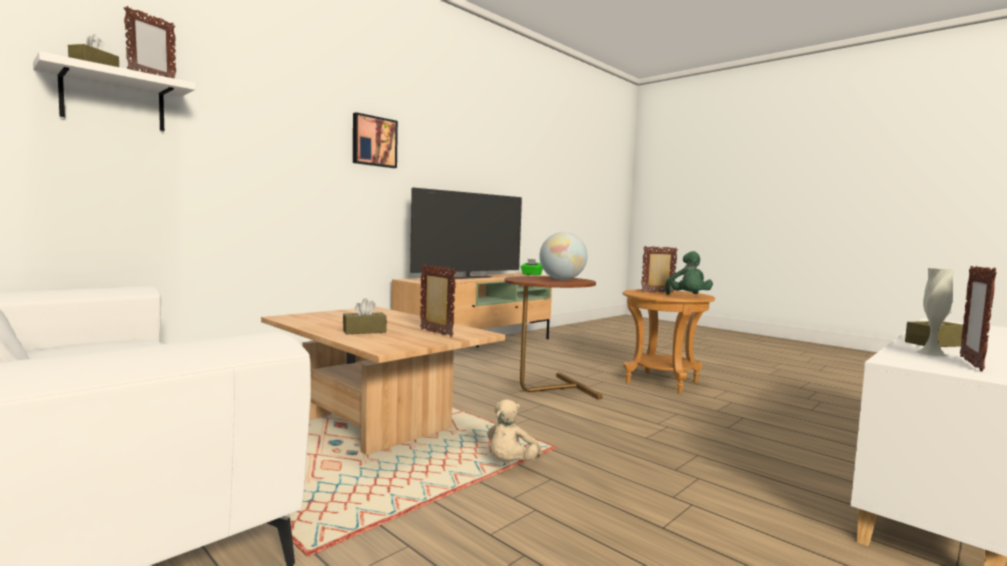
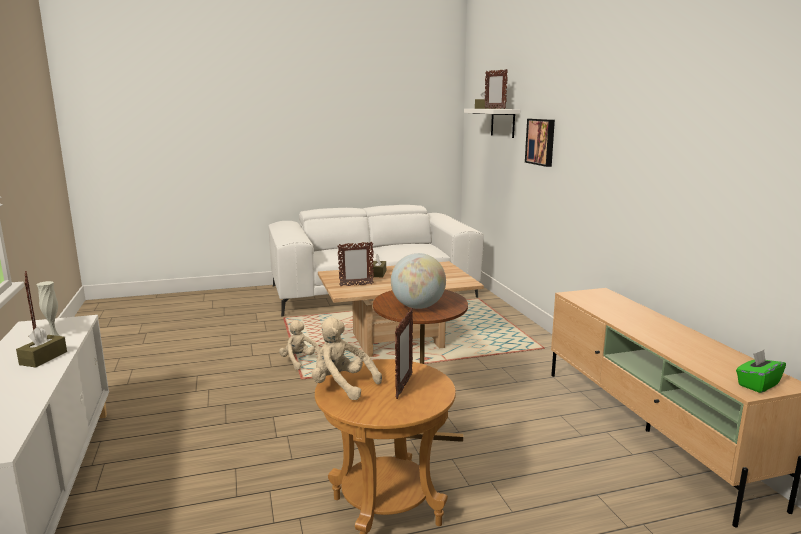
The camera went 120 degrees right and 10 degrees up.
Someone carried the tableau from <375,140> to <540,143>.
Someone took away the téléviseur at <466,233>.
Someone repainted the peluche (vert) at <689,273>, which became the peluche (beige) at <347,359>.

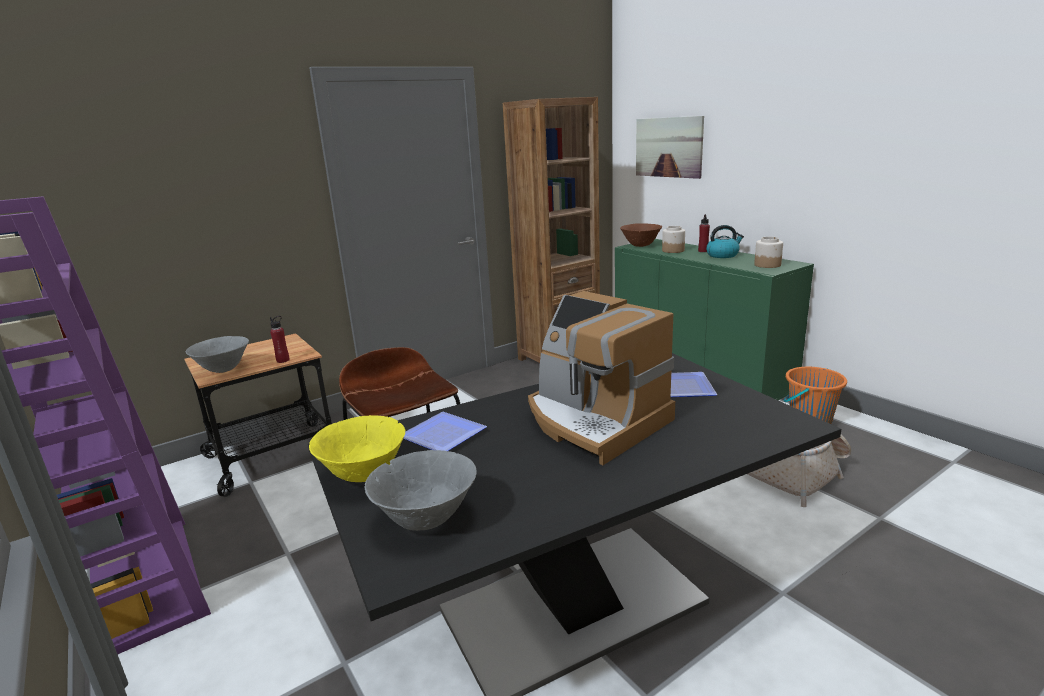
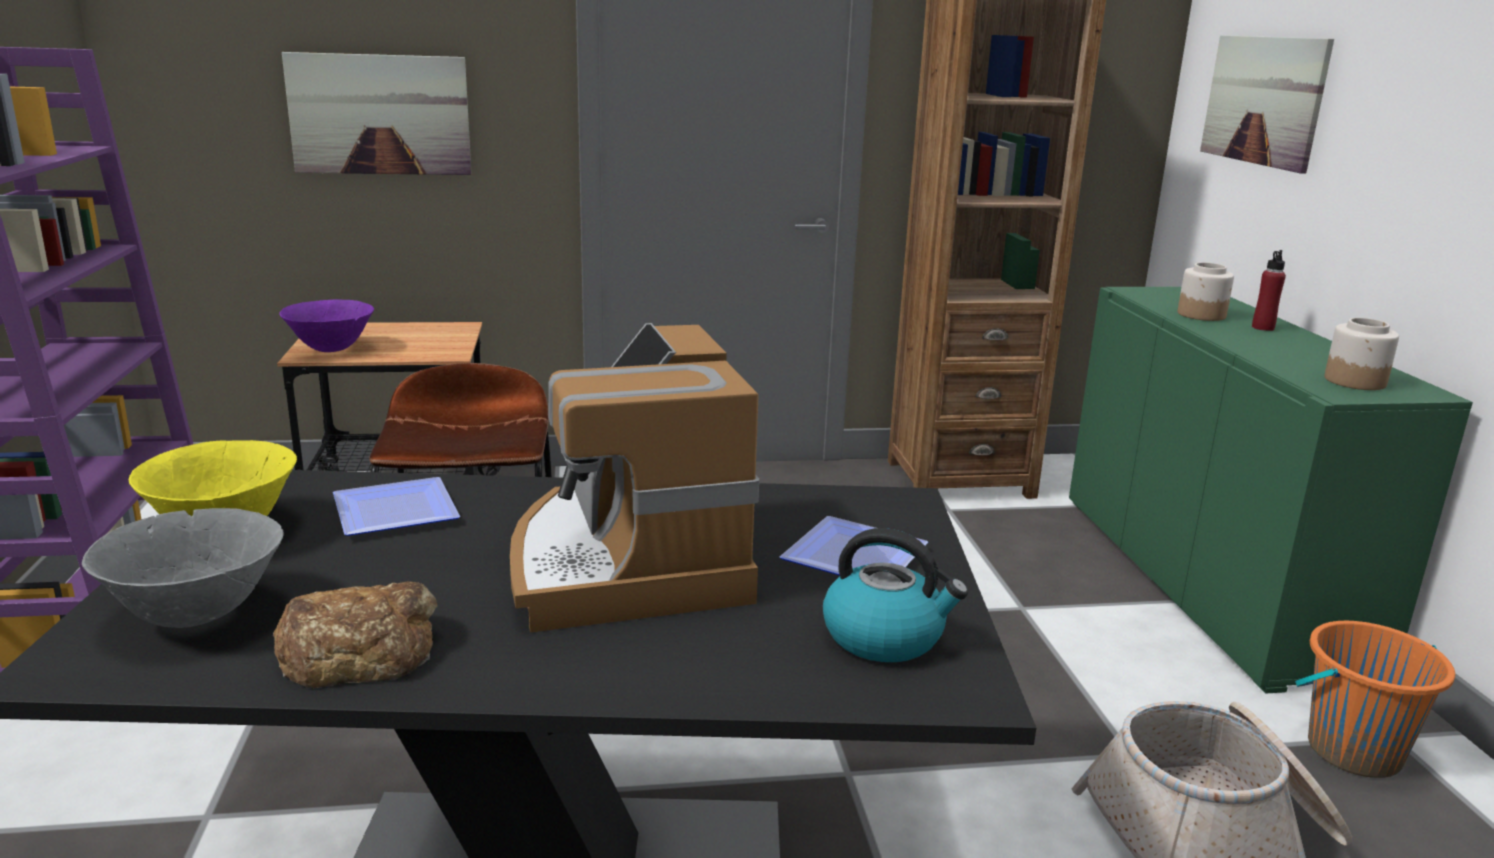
The camera went 25 degrees right and 0 degrees up.
Someone repainted the bol (gris) at <217,354>, which became the bol (violet) at <326,325>.
Someone took away the bouteille (rouge) at <280,339>.
Someone took away the bol (marron) at <641,235>.
Someone carried the bouilloire from <725,241> to <895,595>.
Someone put down the pain at <355,635>.
Someone put up the tableau at <376,113>.

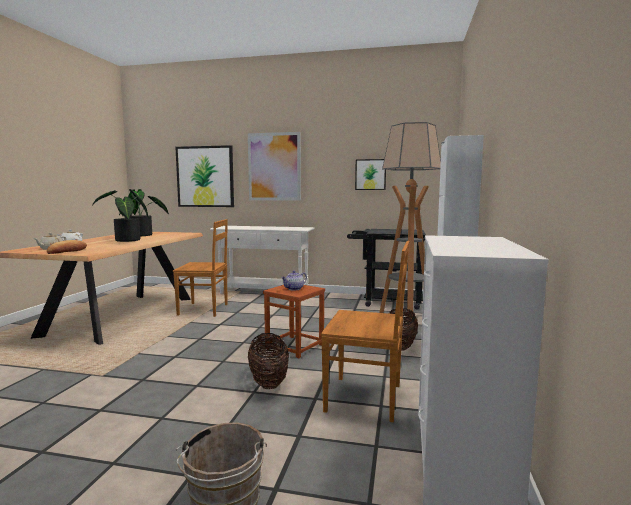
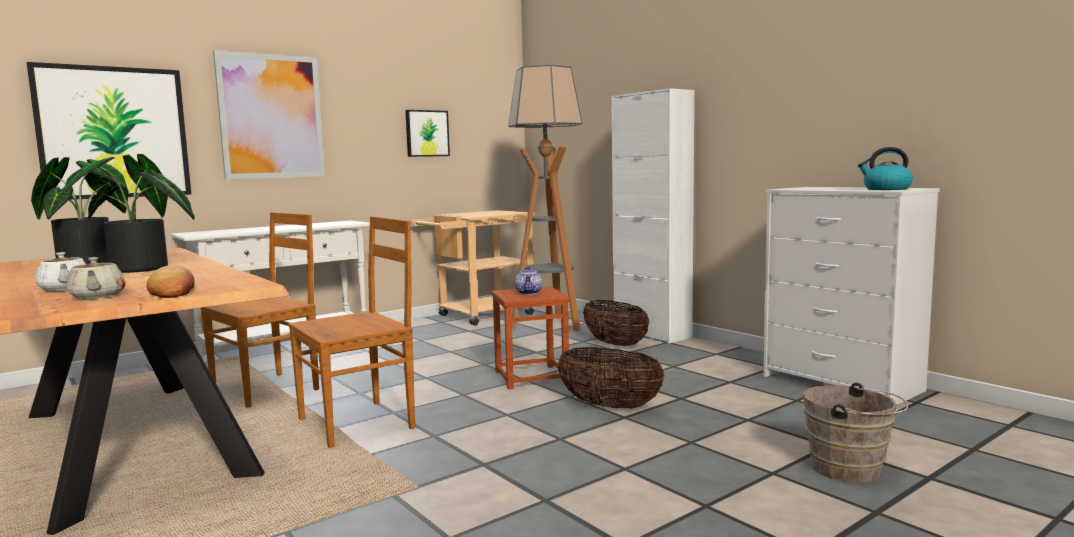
The camera went 50 degrees left and 0 degrees up.
Someone carried the chaise (marron) from <365,331> to <351,332>.
Someone repainted the chariot (noir) at <386,269>, which became the chariot (beige) at <474,267>.
Someone put down the bouilloire at <885,168>.

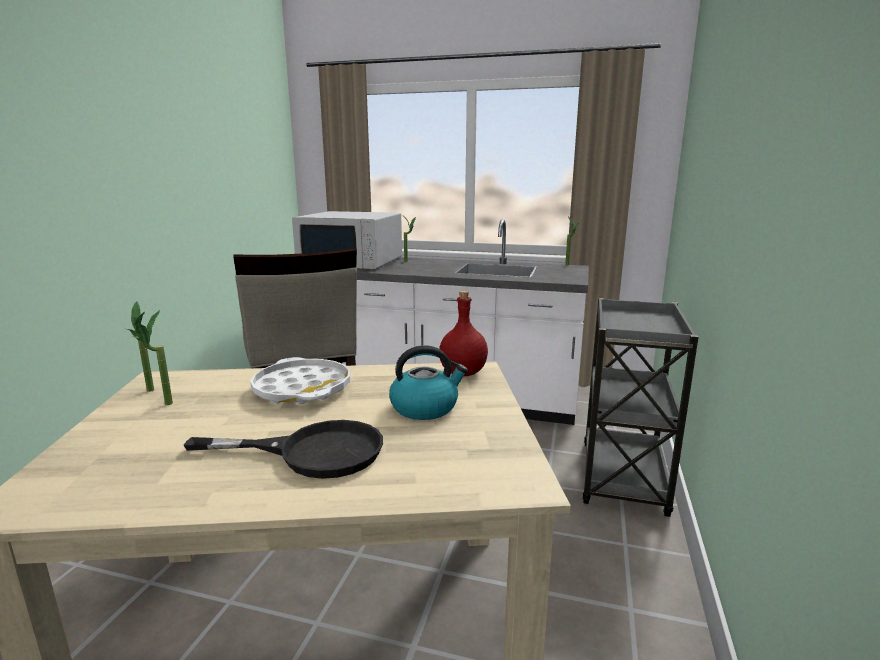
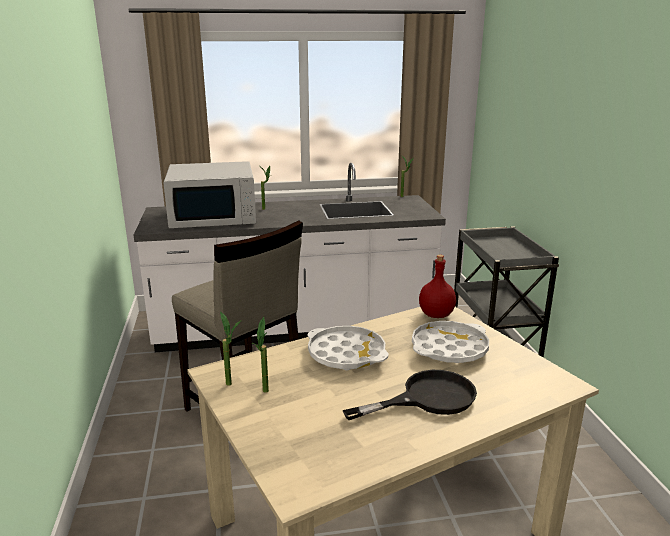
The camera went 25 degrees left and 5 degrees up.
Someone swapped the bouilloire at <428,382> for the plateau (blanc) at <450,342>.

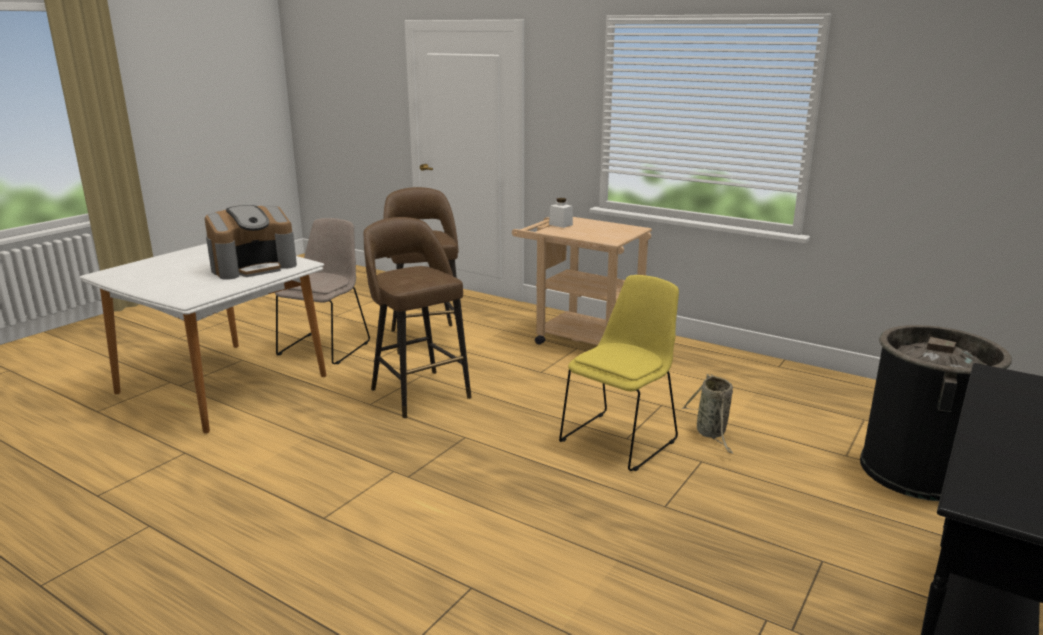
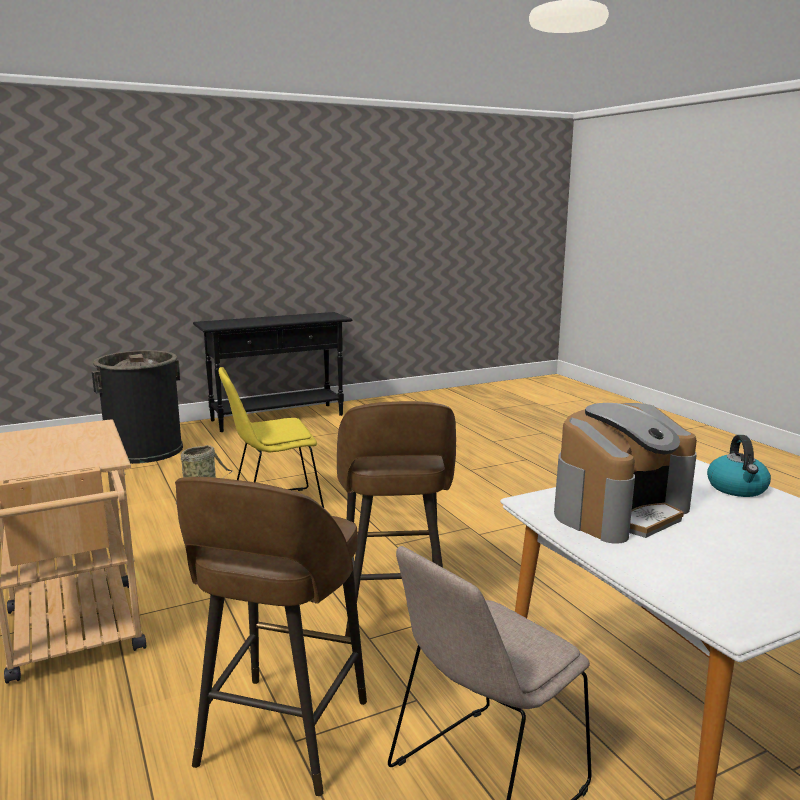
The camera went 150 degrees left and 5 degrees down.
Someone rotated the machine à café at <251,242> by 150 degrees clockwise.
Someone took away the bocal (blanc) at <561,213>.
Someone put down the bouilloire at <739,466>.

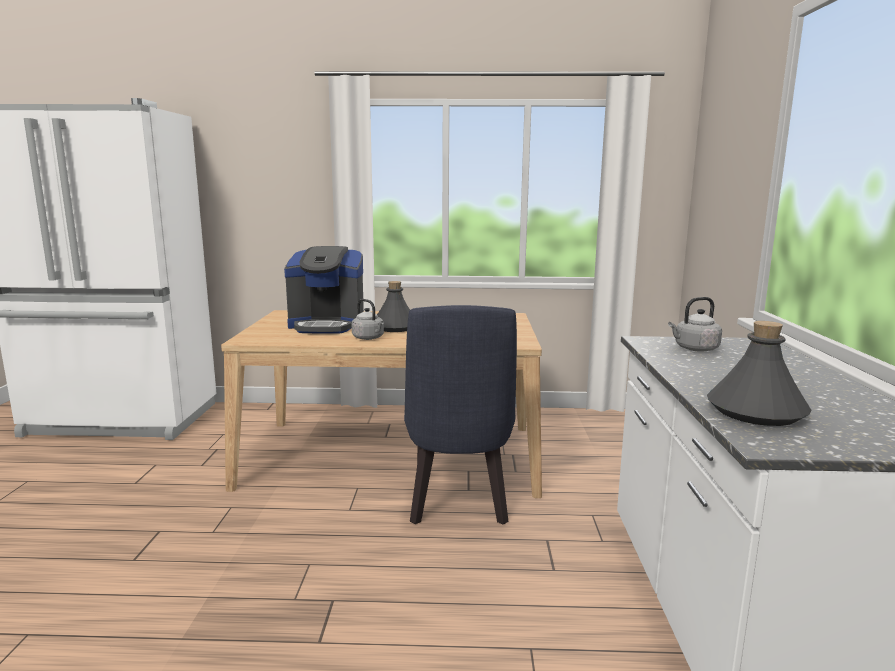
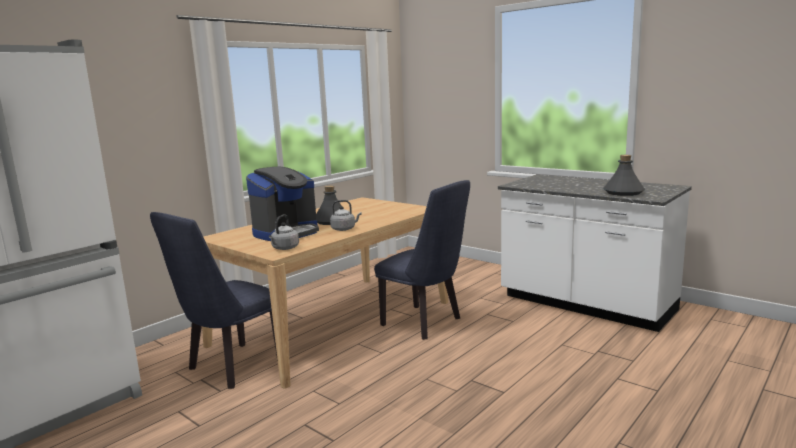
The camera went 50 degrees left and 0 degrees up.
Someone carried the bouilloire (gris) from <695,324> to <284,232>.
Someone put down the chaise (bleu) at <214,300>.

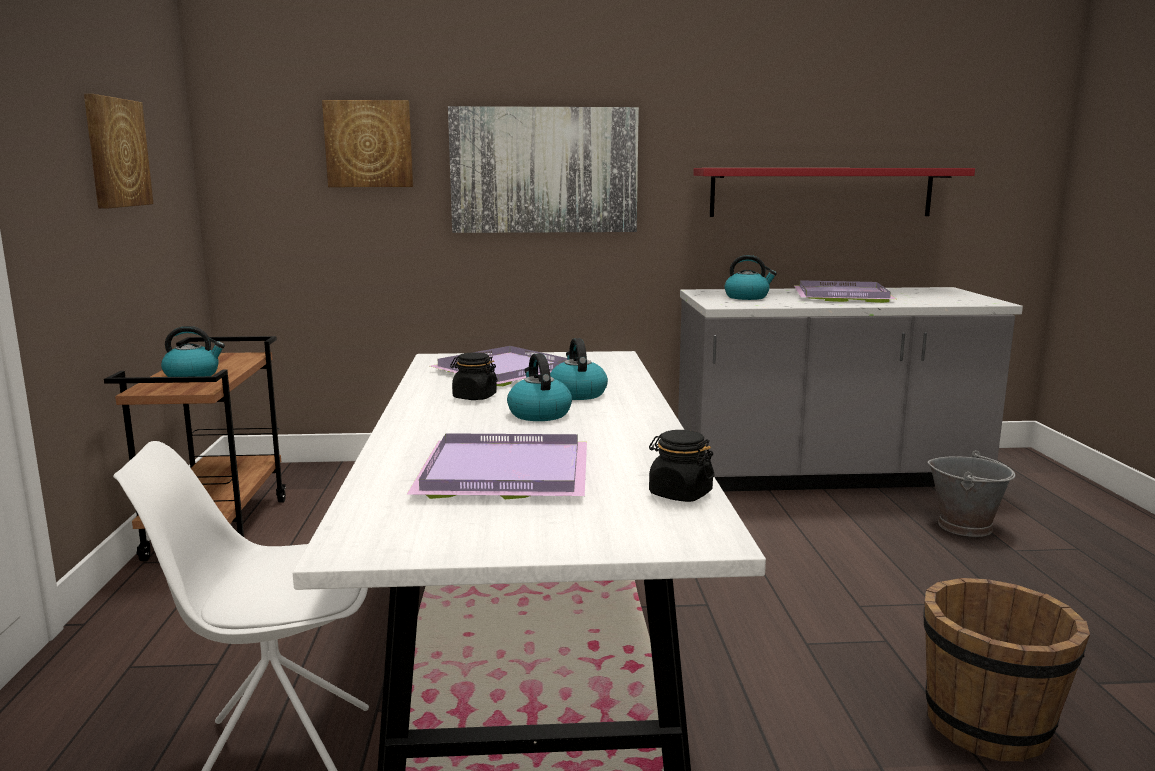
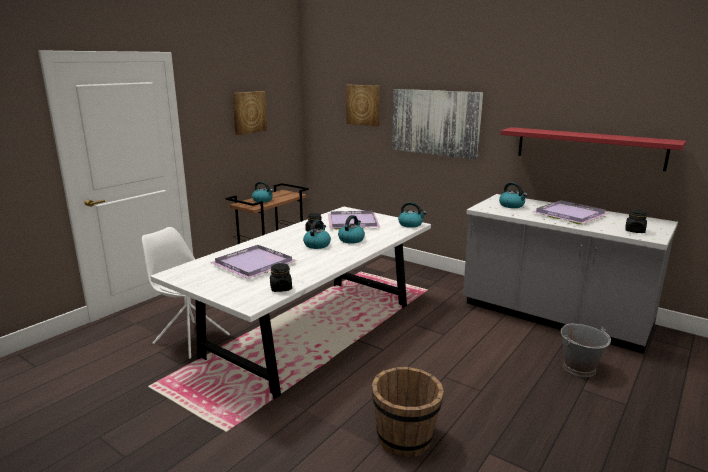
The camera went 40 degrees right and 5 degrees up.
Someone put down the bouilloire at <412,215>.
Someone put down the bocal (noir) at <636,221>.

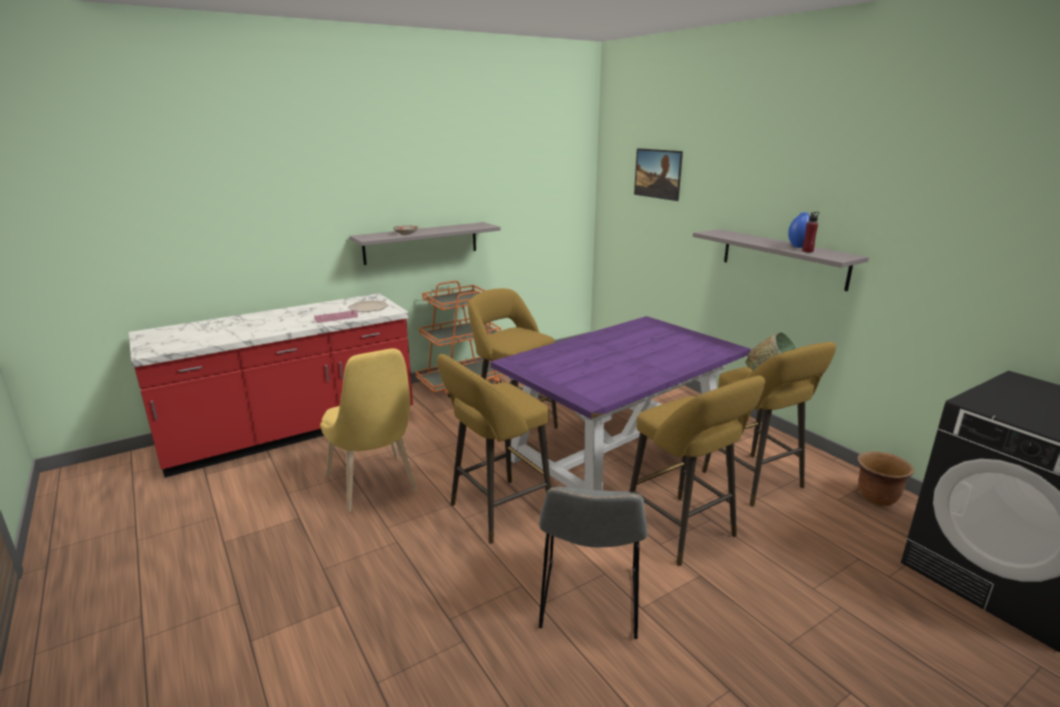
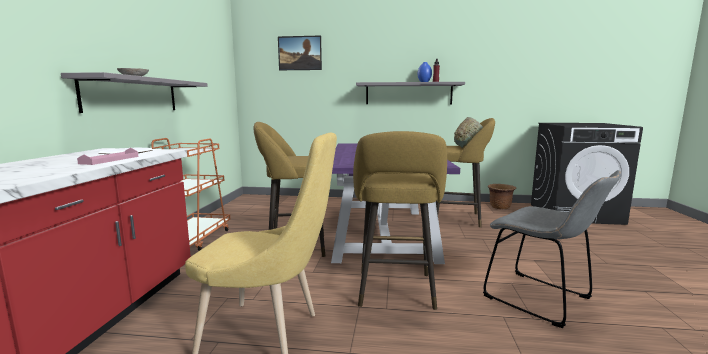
The camera went 50 degrees left and 10 degrees down.
Someone took away the tabouret (jaune) at <697,470>.

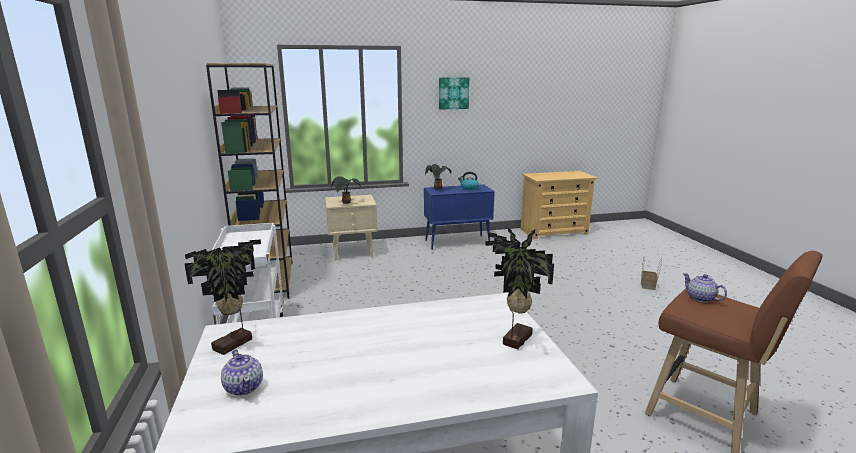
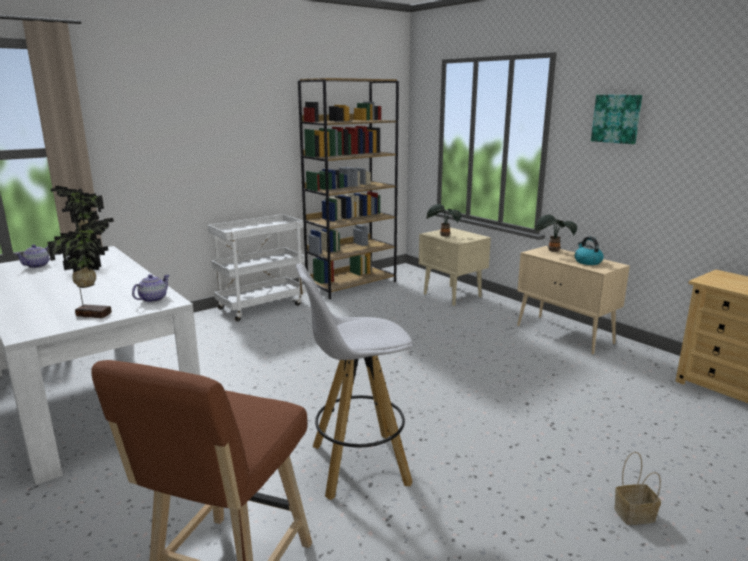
The camera went 65 degrees right and 0 degrees up.
Someone repainted the meuble de rangement (bleu) at <459,216>, which became the meuble de rangement (beige) at <573,300>.
Someone carried the théière from <705,287> to <150,288>.
Someone put down the tabouret (blanc) at <354,381>.

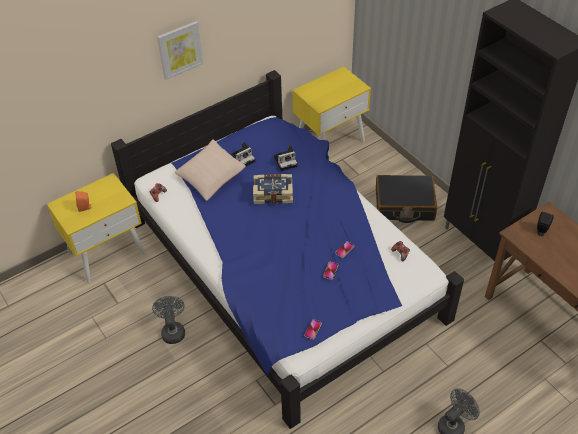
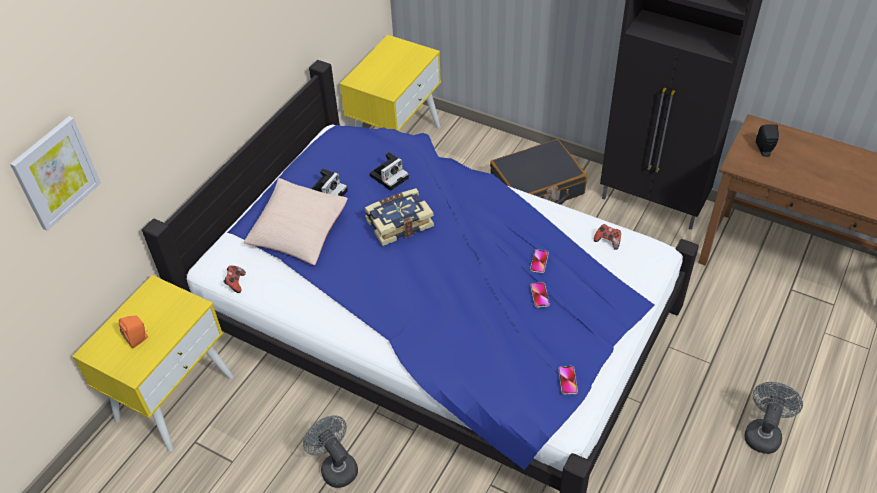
The camera went 25 degrees left and 0 degrees up.
Someone carried the tableau from <180,50> to <55,173>.

